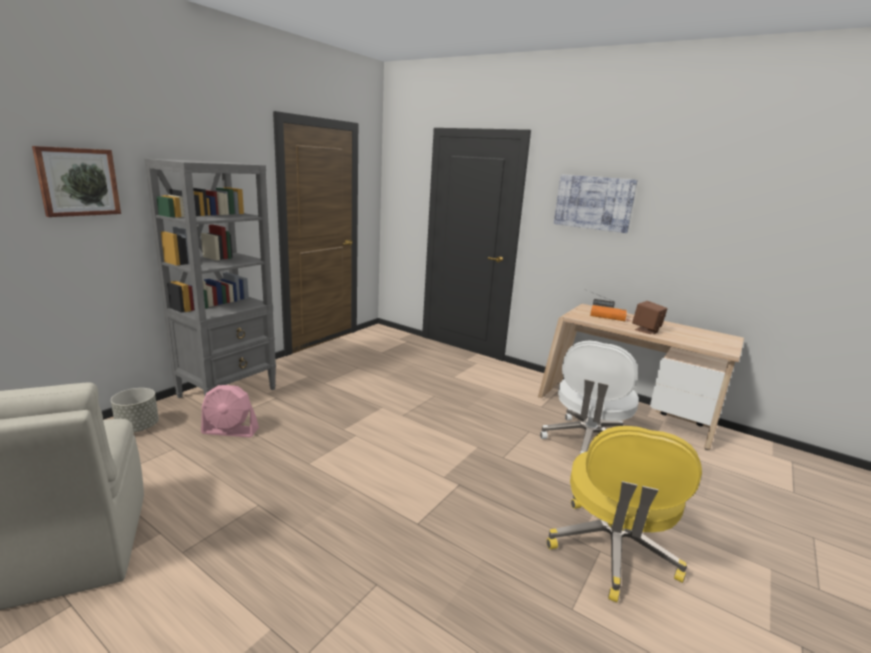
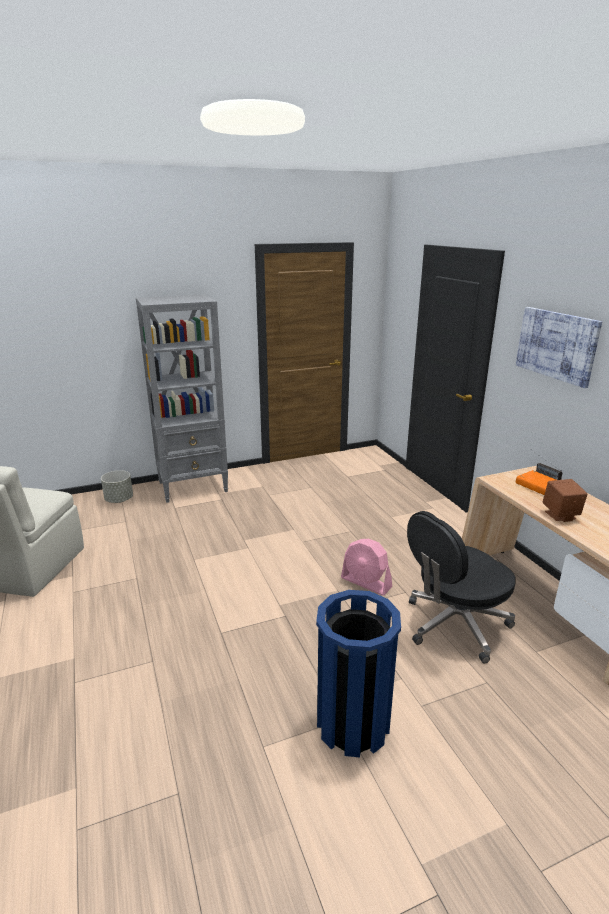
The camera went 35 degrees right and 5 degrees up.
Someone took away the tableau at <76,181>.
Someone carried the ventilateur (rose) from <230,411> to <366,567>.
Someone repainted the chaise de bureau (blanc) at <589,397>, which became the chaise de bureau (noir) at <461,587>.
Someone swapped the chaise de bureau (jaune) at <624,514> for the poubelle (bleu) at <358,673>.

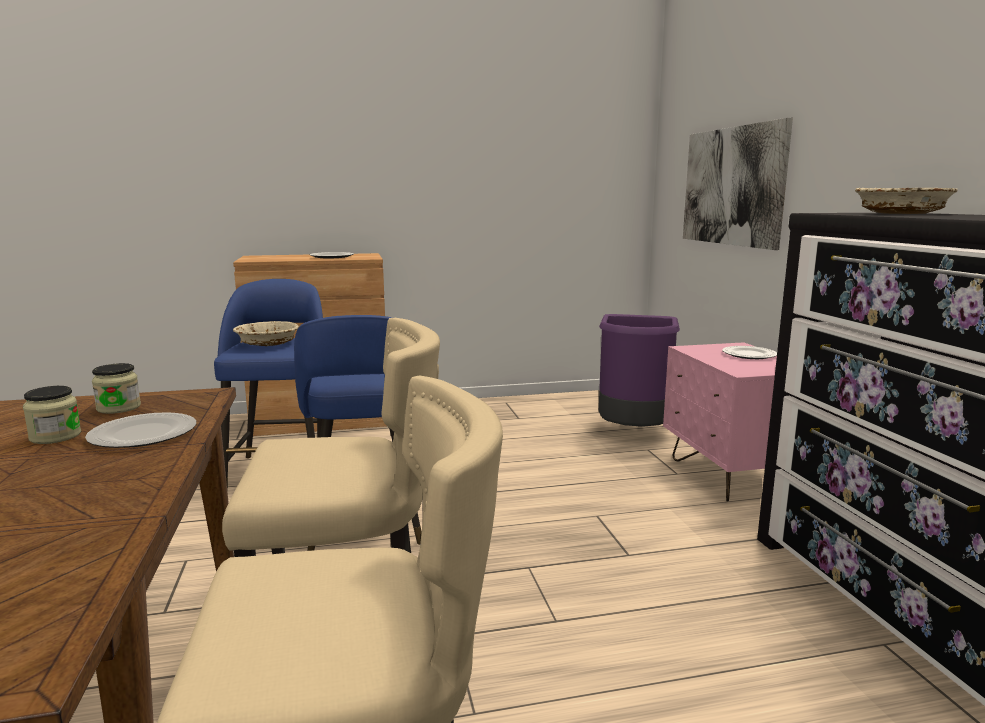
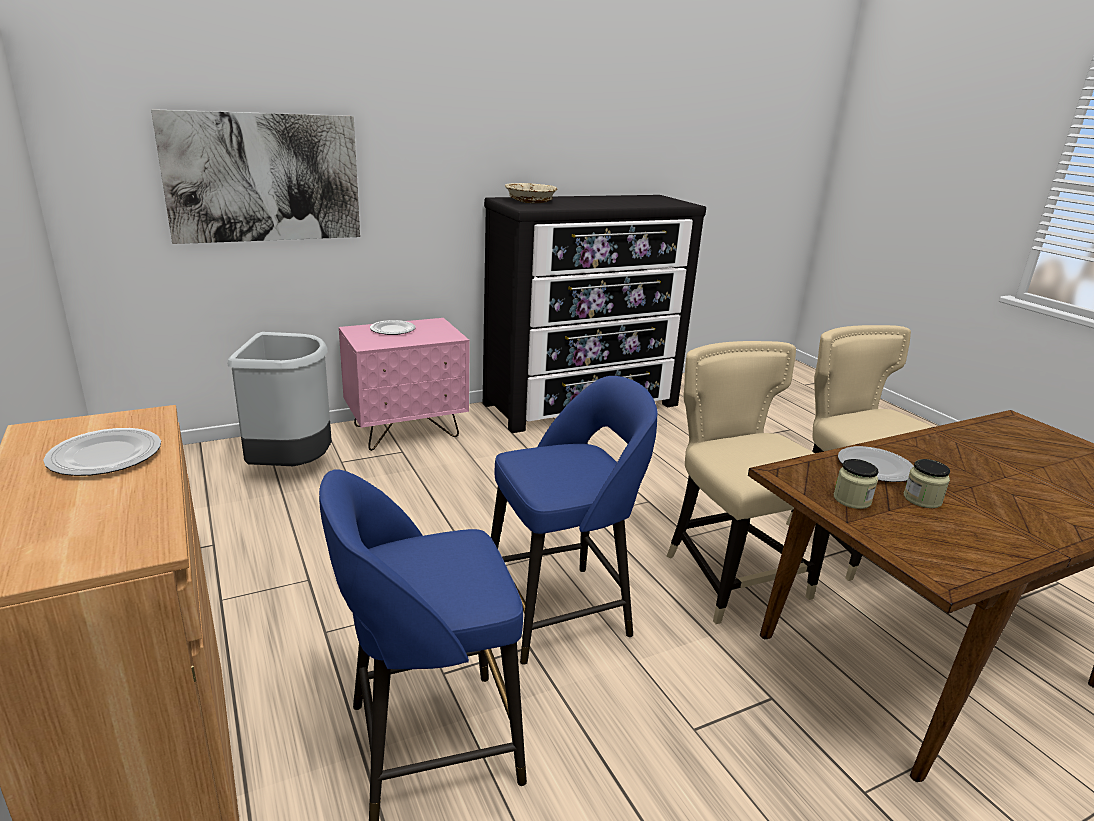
The camera went 105 degrees left and 10 degrees up.
Someone took away the bol (beige) at <266,333>.
Someone repainted the poubelle (violet) at <639,370>, which became the poubelle (gris) at <280,399>.

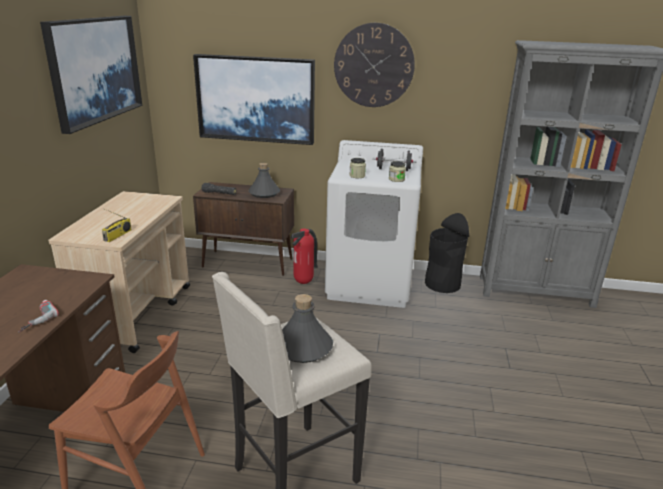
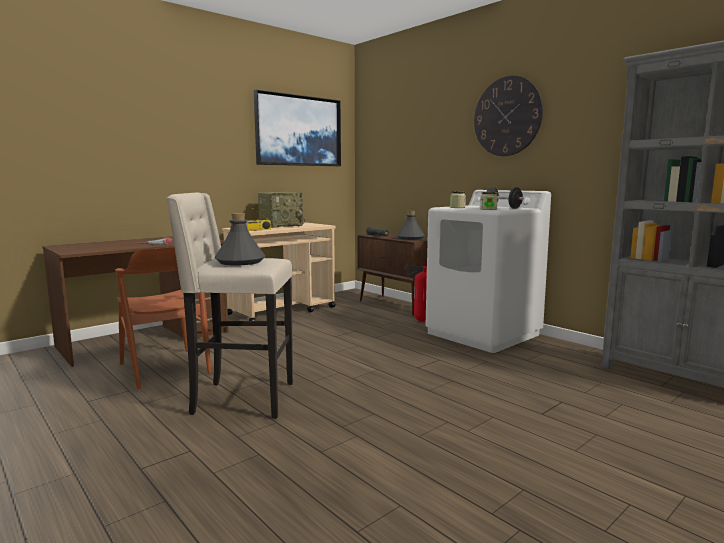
The camera went 40 degrees right and 15 degrees down.
Someone took away the tableau at <254,99>.
Someone took away the poubelle (noir) at <447,253>.
Someone put down the radio at <281,210>.

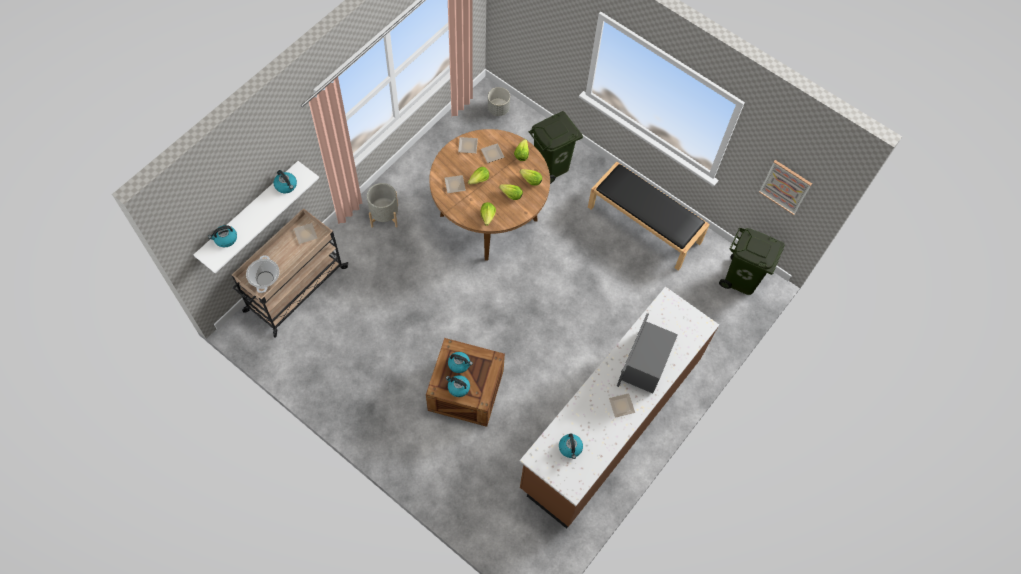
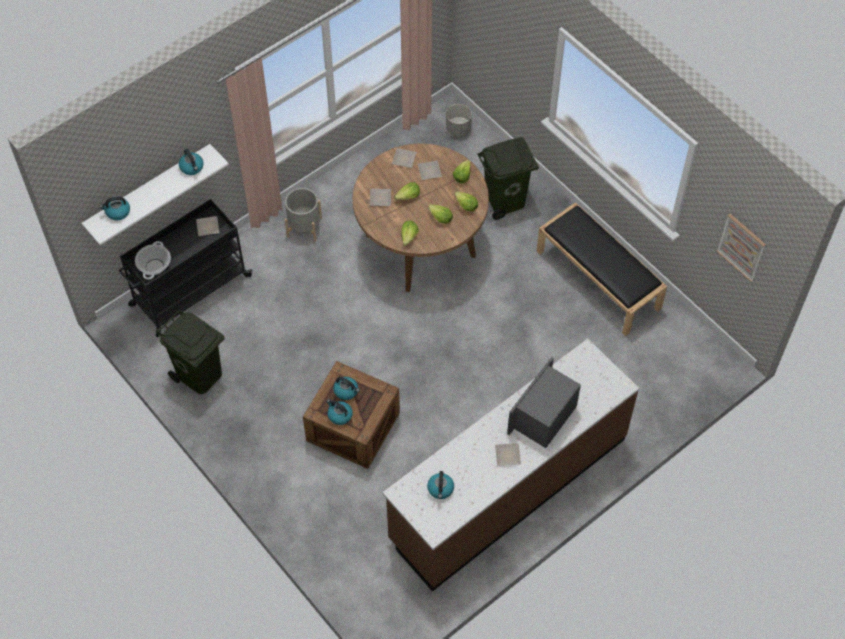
The camera went 15 degrees right and 5 degrees down.
Someone repainted the chariot (beige) at <290,272>, which became the chariot (noir) at <186,268>.
Someone carried the poubelle (vert) from <752,261> to <191,352>.

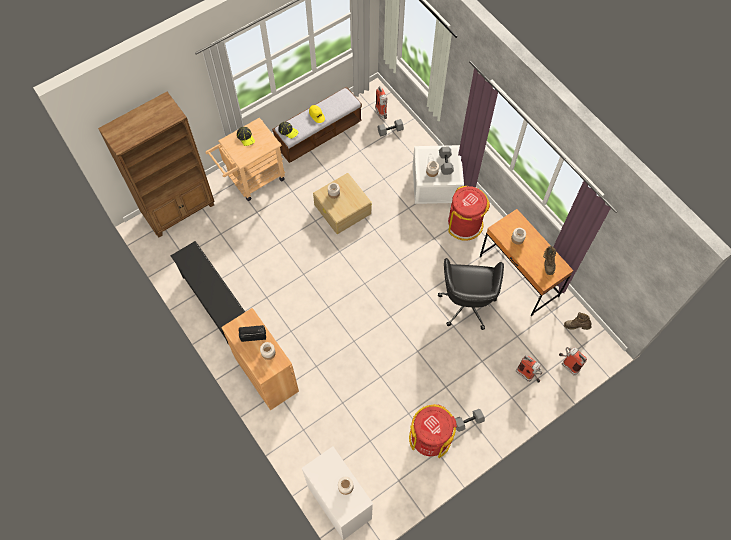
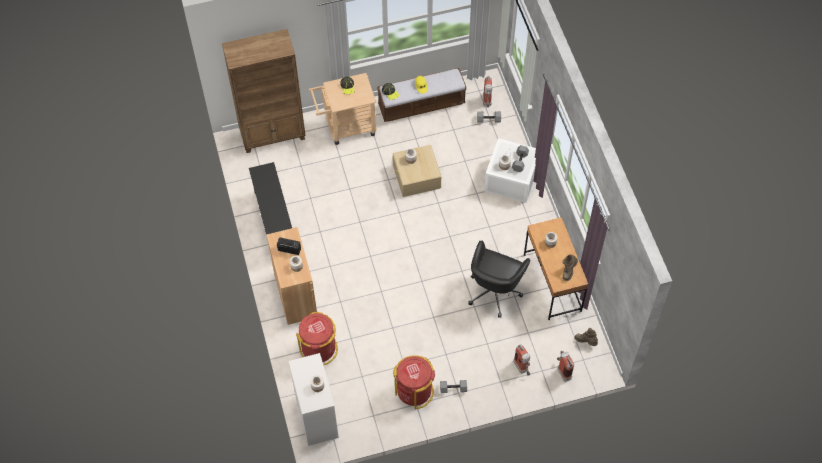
The camera went 20 degrees right and 5 degrees down.
Someone carried the poubelle (rouge) from <469,213> to <317,338>.

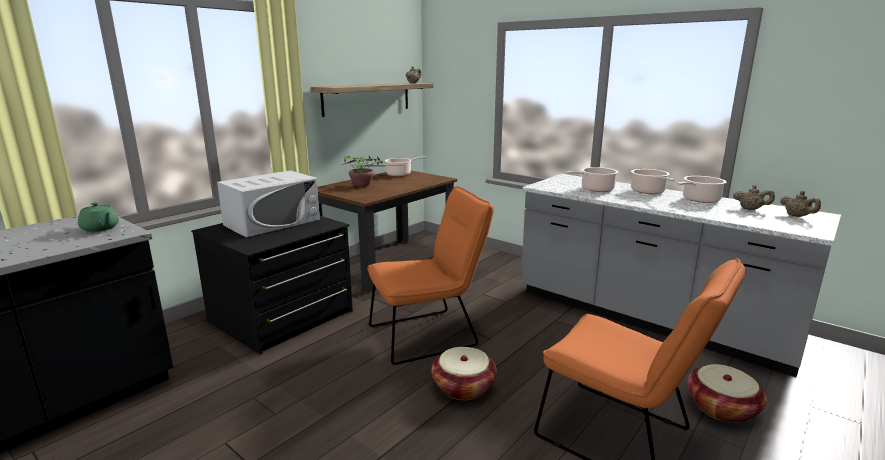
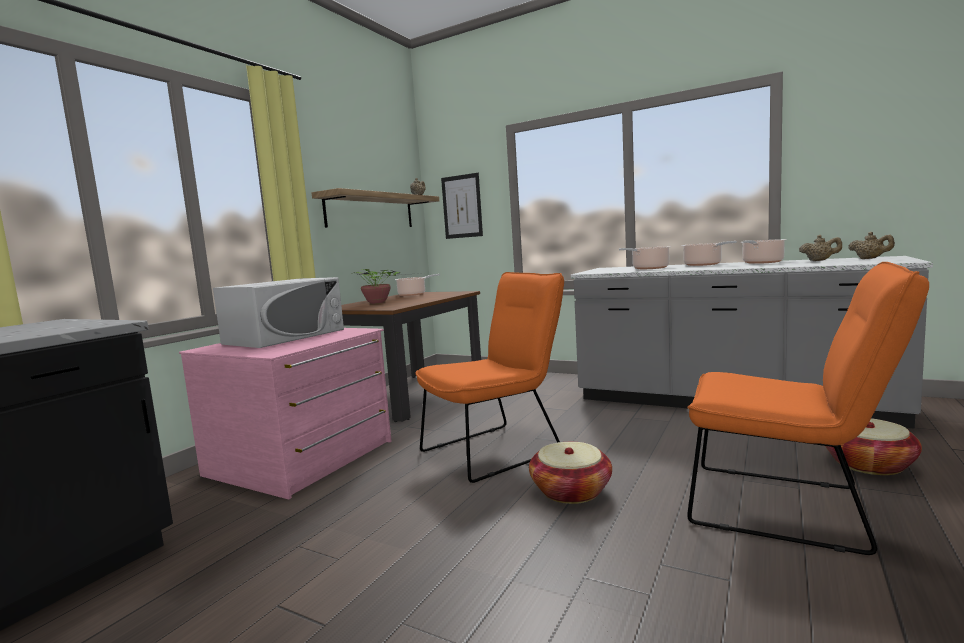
The camera went 10 degrees left and 10 degrees down.
Someone took away the théière (vert) at <98,217>.
Someone repainted the commode (noir) at <272,285>, which became the commode (rose) at <285,414>.
Someone put up the tableau at <462,206>.

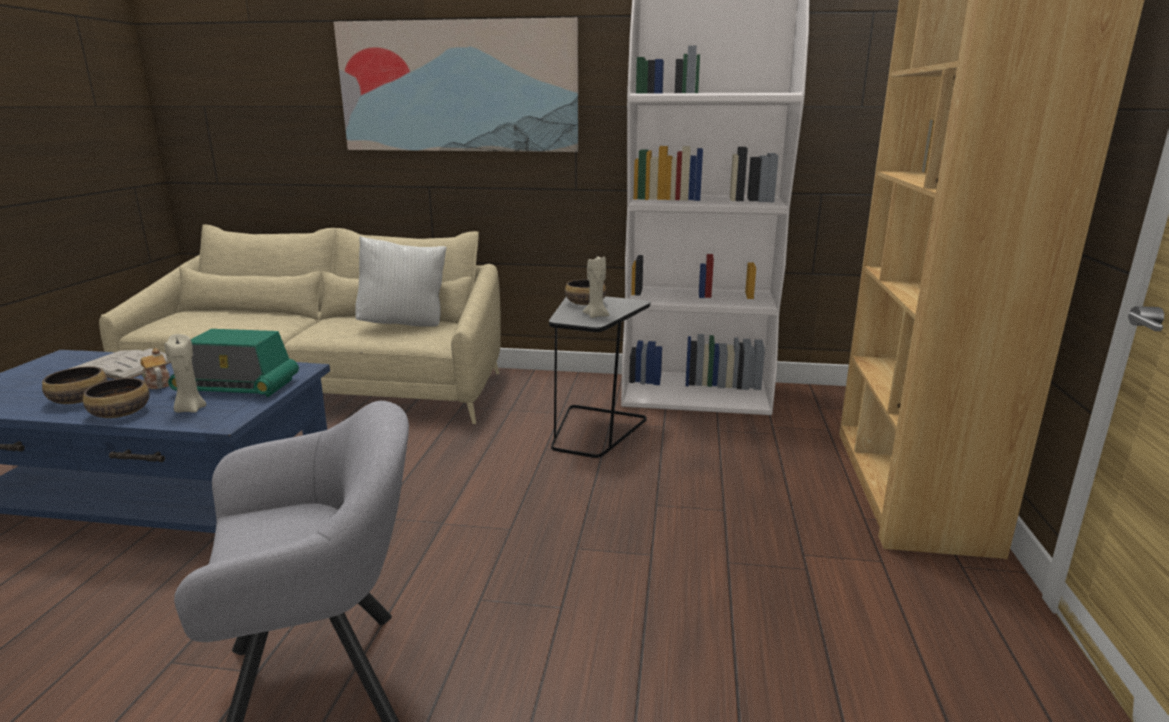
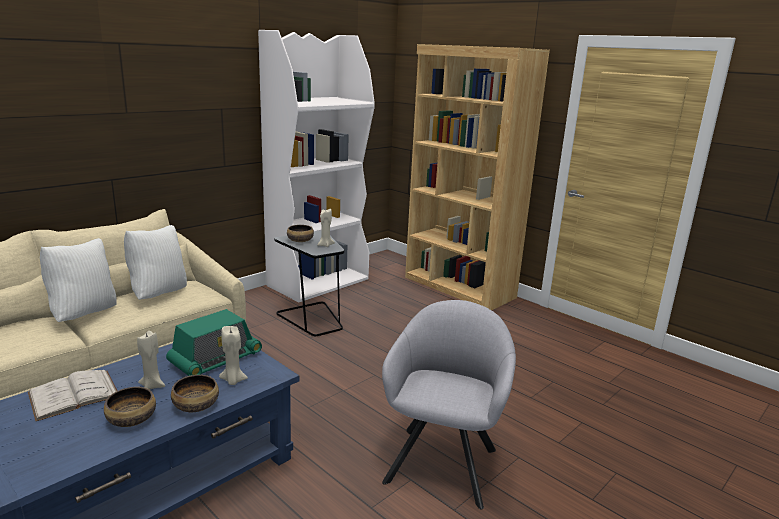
The camera went 55 degrees left and 0 degrees up.
Someone swapped the théière at <155,368> for the bougie (beige) at <151,360>.
Someone took away the tableau at <456,84>.
Someone put down the coussin (blanc) at <78,280>.

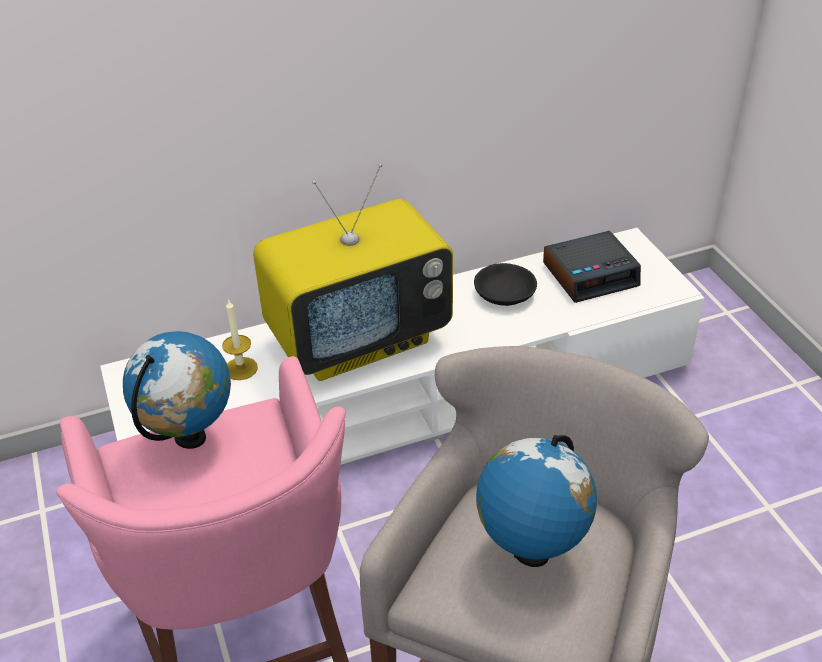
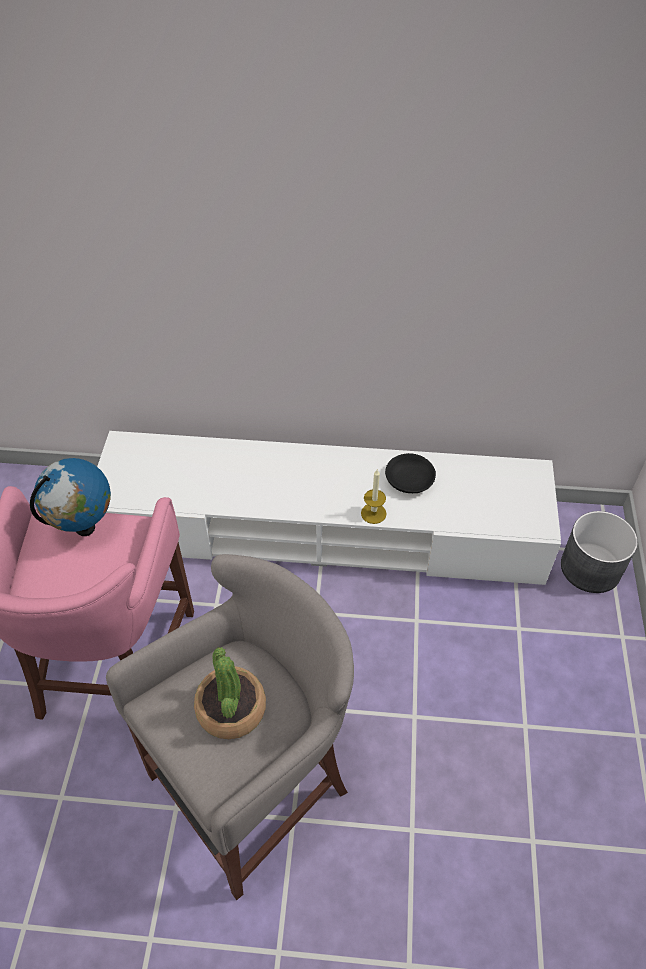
The camera went 25 degrees right and 10 degrees up.
Someone carried the bougie from <240,339> to <374,497>.
Someone took away the téléviseur at <353,272>.
Someone swapped the globe at <536,501> for the plante en pot at <230,693>.
Someone took away the réveil at <592,267>.
Someone put down the cache-pot (gris) at <599,552>.

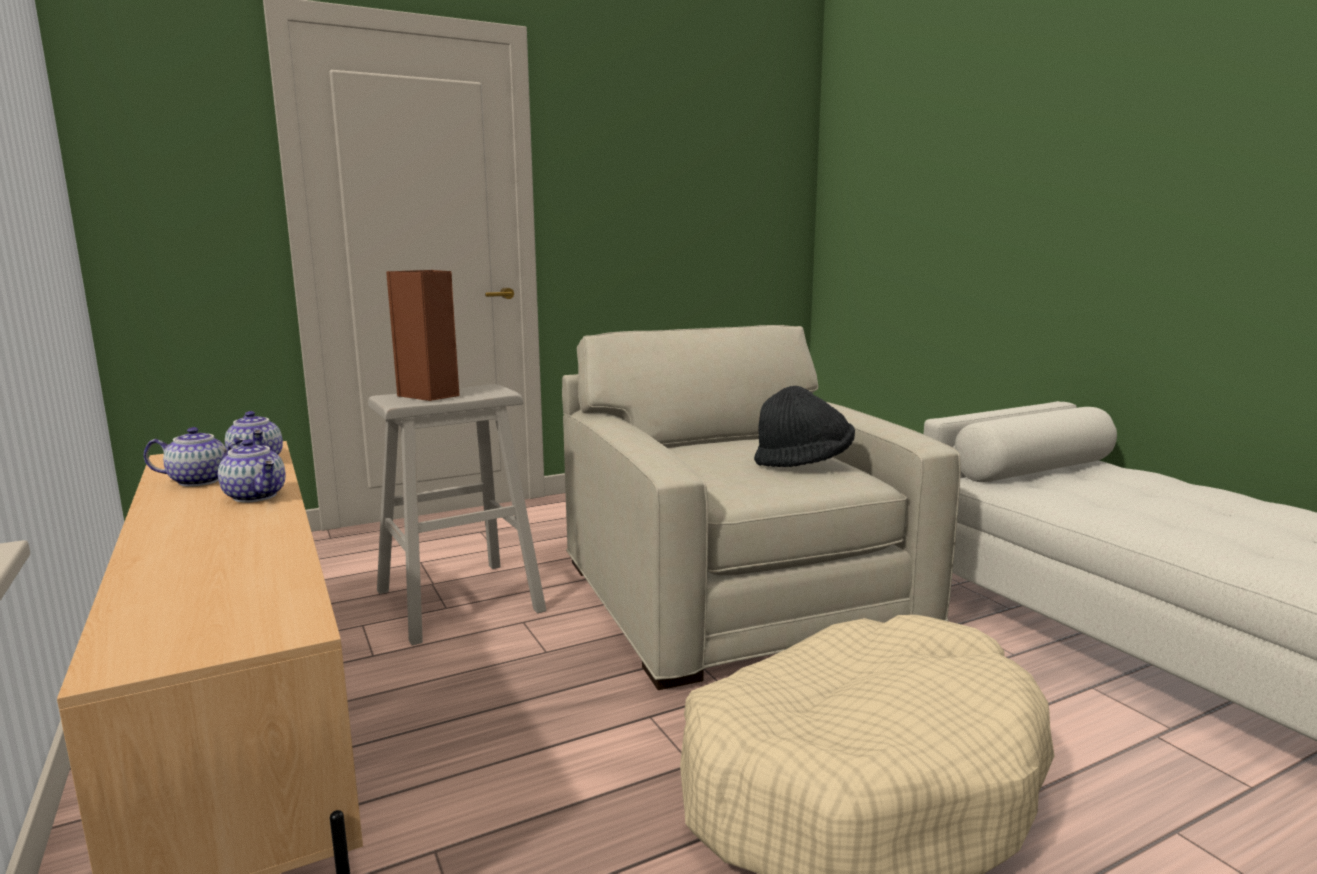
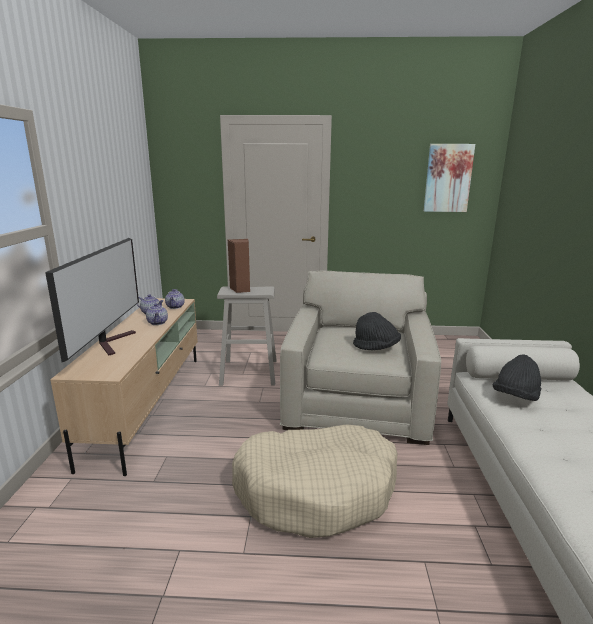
The camera went 30 degrees right and 5 degrees up.
Someone put down the téléviseur at <92,300>.
Someone put up the tableau at <449,178>.
Someone put down the chapeau (noir) at <517,377>.

